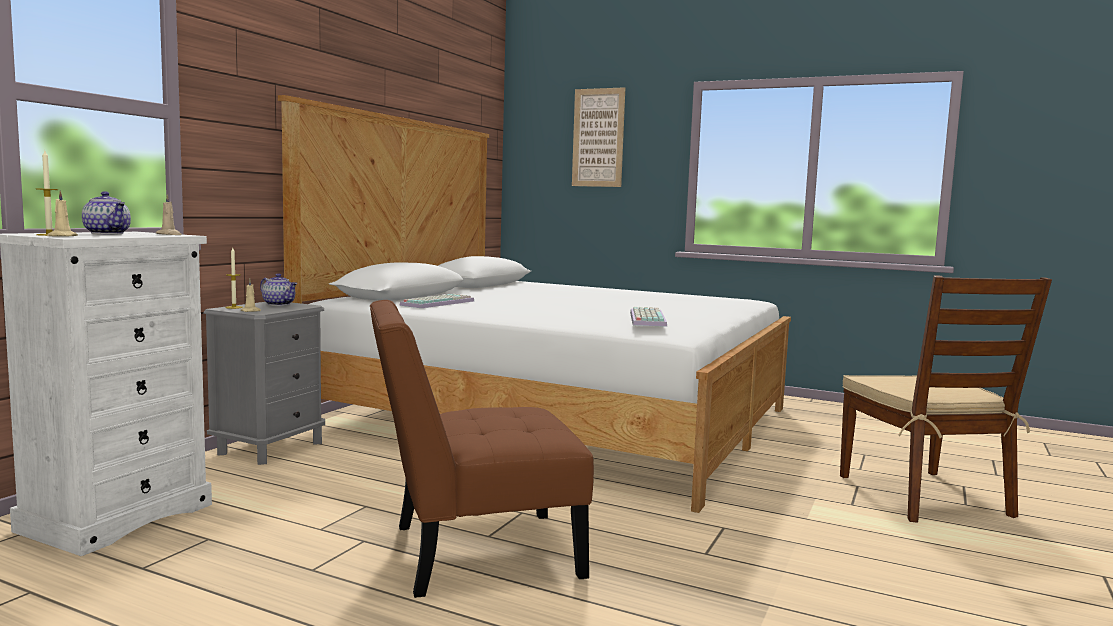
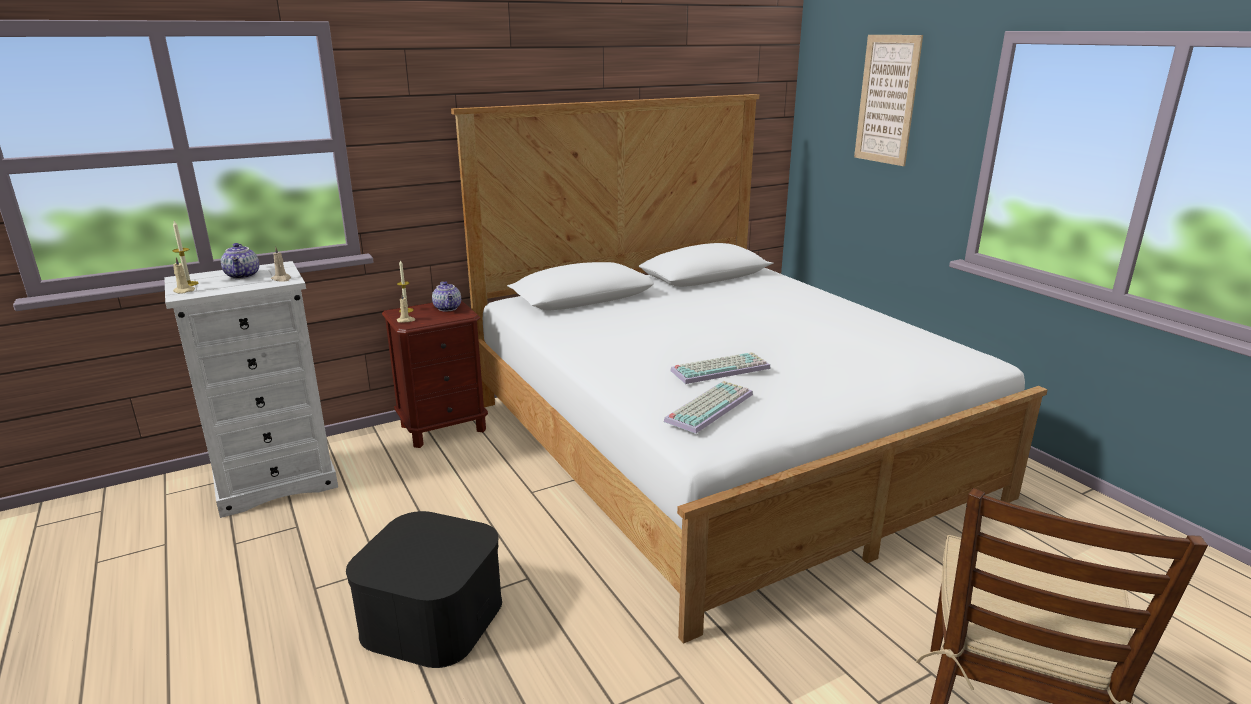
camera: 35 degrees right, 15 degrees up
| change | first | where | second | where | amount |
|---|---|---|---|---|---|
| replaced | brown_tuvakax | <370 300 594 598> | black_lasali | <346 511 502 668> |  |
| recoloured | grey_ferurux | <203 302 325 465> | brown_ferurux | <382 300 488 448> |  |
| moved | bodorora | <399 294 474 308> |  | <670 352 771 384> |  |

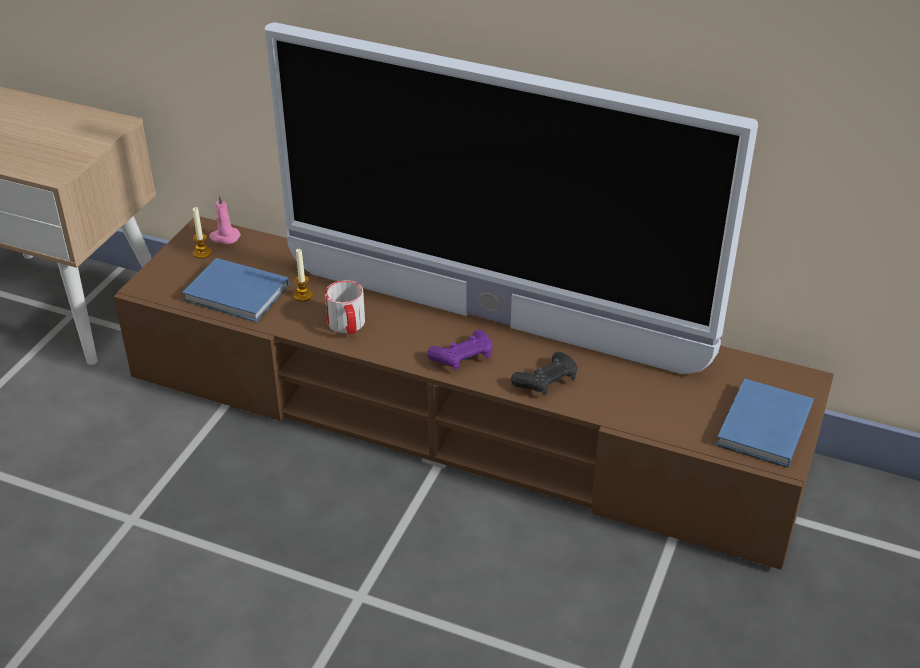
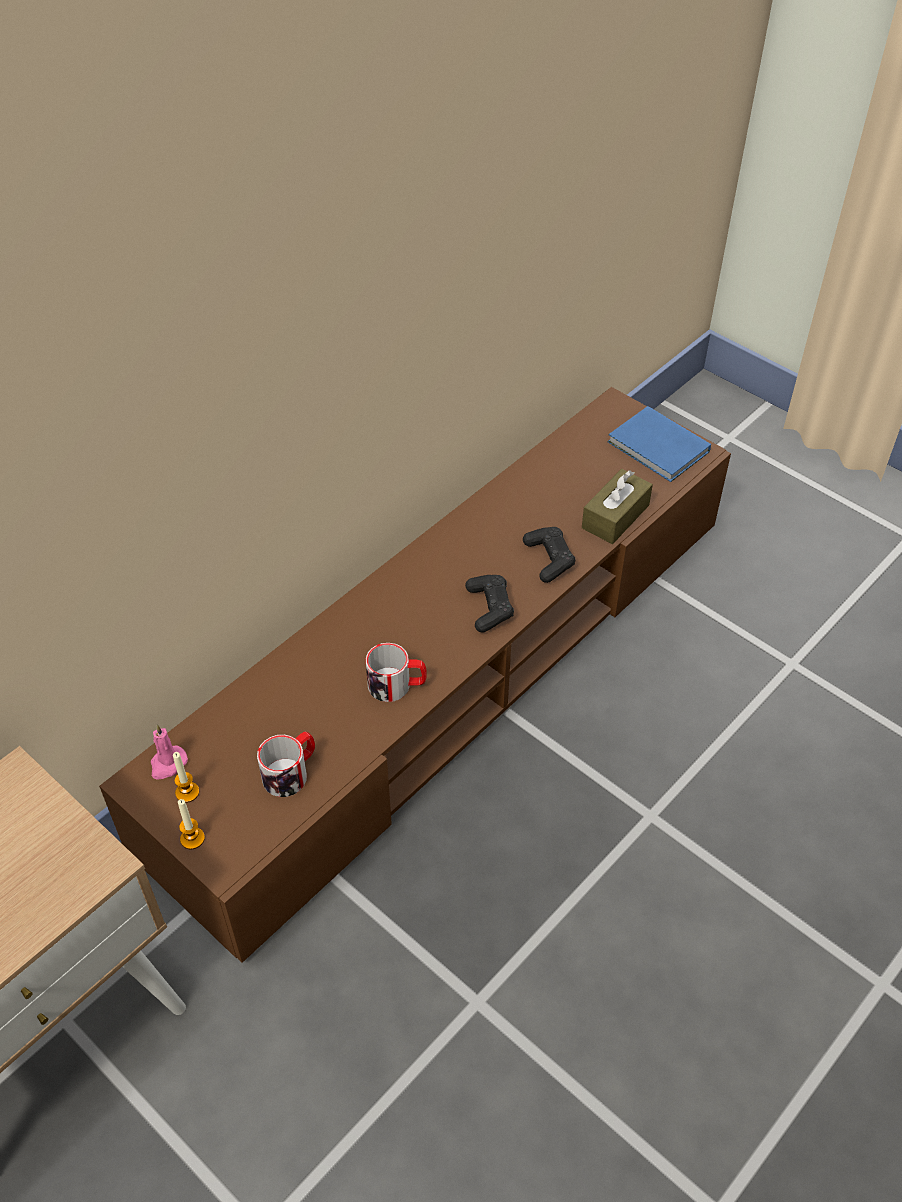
camera: 70 degrees left, 10 degrees up
| change | first | where | second | where | amount |
|---|---|---|---|---|---|
| moved | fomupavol | <293 249 313 301> |  | <178 799 205 850> |  |
| replaced | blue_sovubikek | <182 258 289 322> | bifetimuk | <257 731 315 797> |  |
| recoloured | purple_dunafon | <427 330 493 370> | black_dunafon | <465 575 514 633> |  |
| added |  |  | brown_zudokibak | <582 469 653 544> |  |
| removed | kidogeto | <265 22 758 374> |  |  |  |

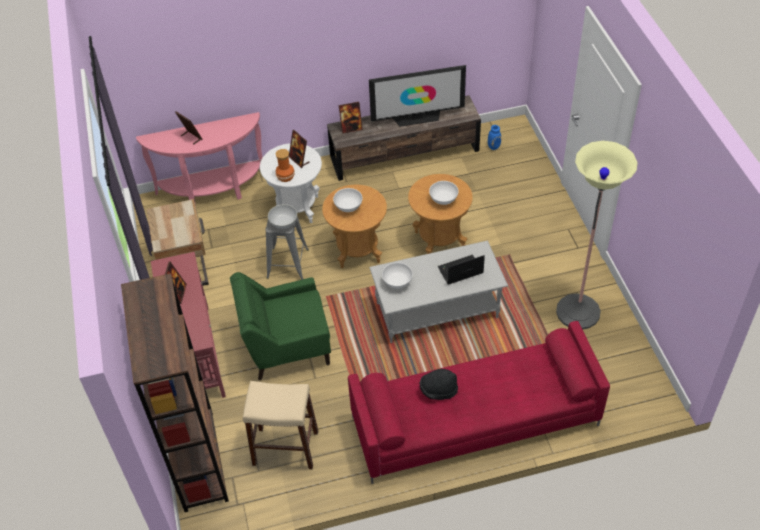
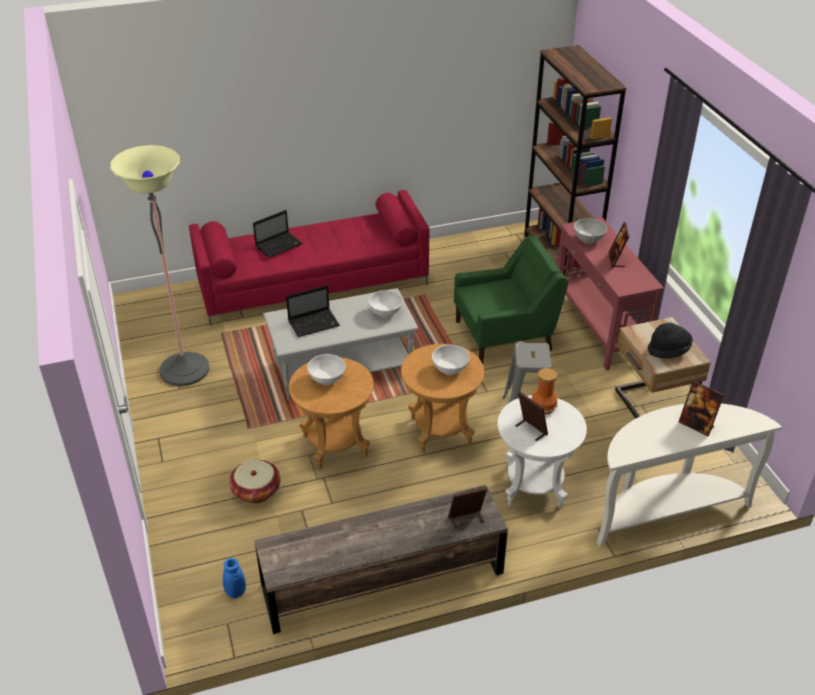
camera: 175 degrees right, 10 degrees down
| change | first | where | second | where | amount |
|---|---|---|---|---|---|
| added |  |  | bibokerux | <229 460 281 503> |  |
| added |  |  | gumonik | <253 210 303 258> |  |
| moved | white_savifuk | <268 204 297 229> |  | <574 218 607 244> |  |
| recoloured | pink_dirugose | <136 112 263 206> | white_dirugose | <597 403 782 547> |  |
| moved | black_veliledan | <420 369 458 400> |  | <648 322 693 359> |  |
| removed | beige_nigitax | <243 381 318 469> |  |  |  |
| removed | kidogeto | <369 65 466 127> |  |  |  |

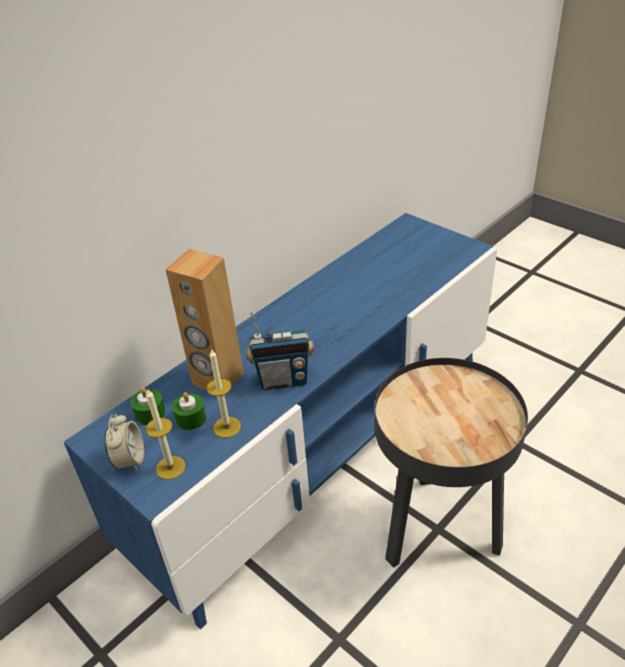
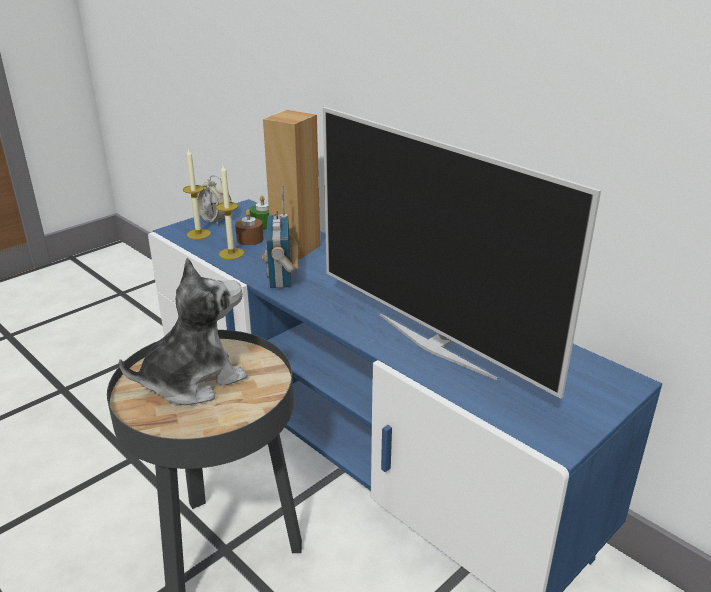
camera: 90 degrees right, 10 degrees down
| change | first | where | second | where | amount |
|---|---|---|---|---|---|
| added |  |  | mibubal | <119 257 248 405> |  |
| turned | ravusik | <105 414 144 471> |  | <197 175 232 225> | 45 degrees clockwise |
| recoloured | green_fomupavol | <172 392 207 430> | brown_fomupavol | <235 209 264 245> |  |
| added |  |  | kidogeto | <323 107 601 399> |  |

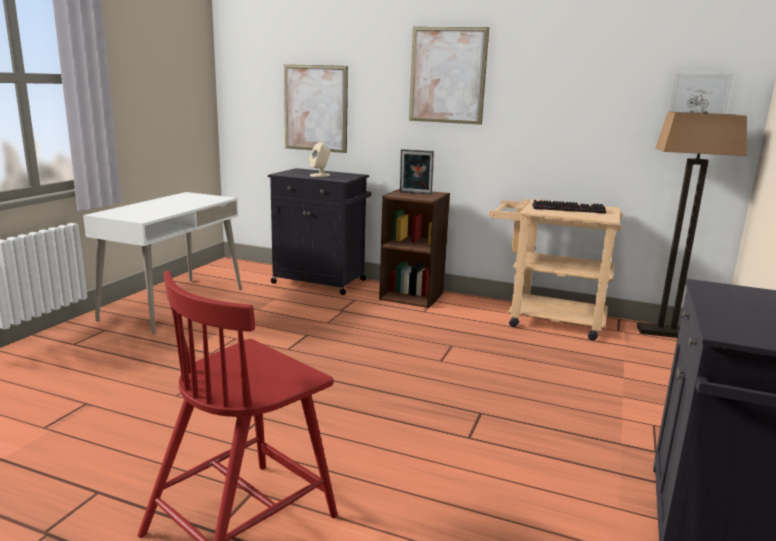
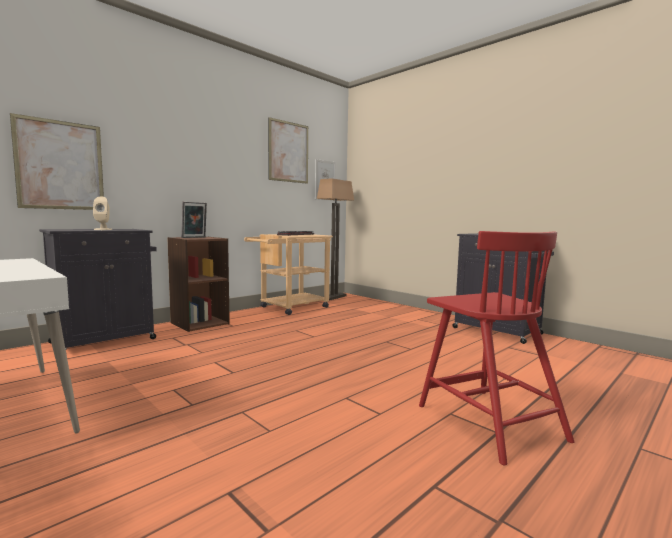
camera: 65 degrees left, 10 degrees down
| change | first | where | second | where | amount |
|---|---|---|---|---|---|
| moved | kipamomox | <409 27 489 125> |  | <268 117 308 184> |  |

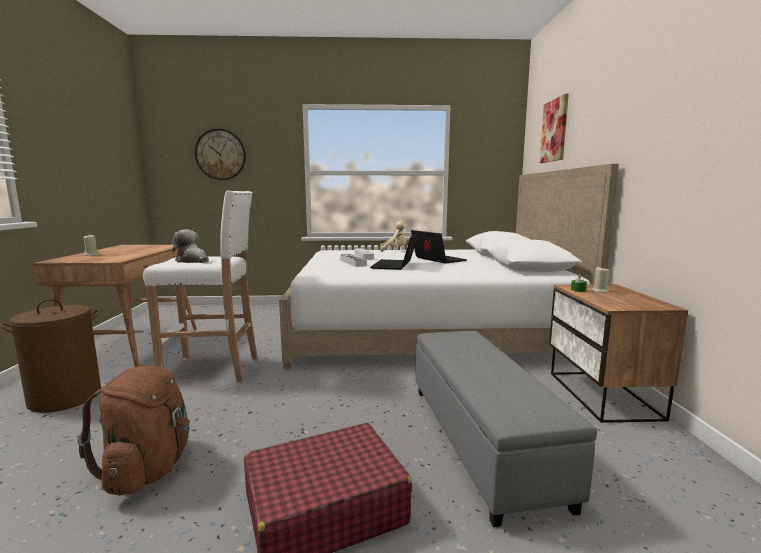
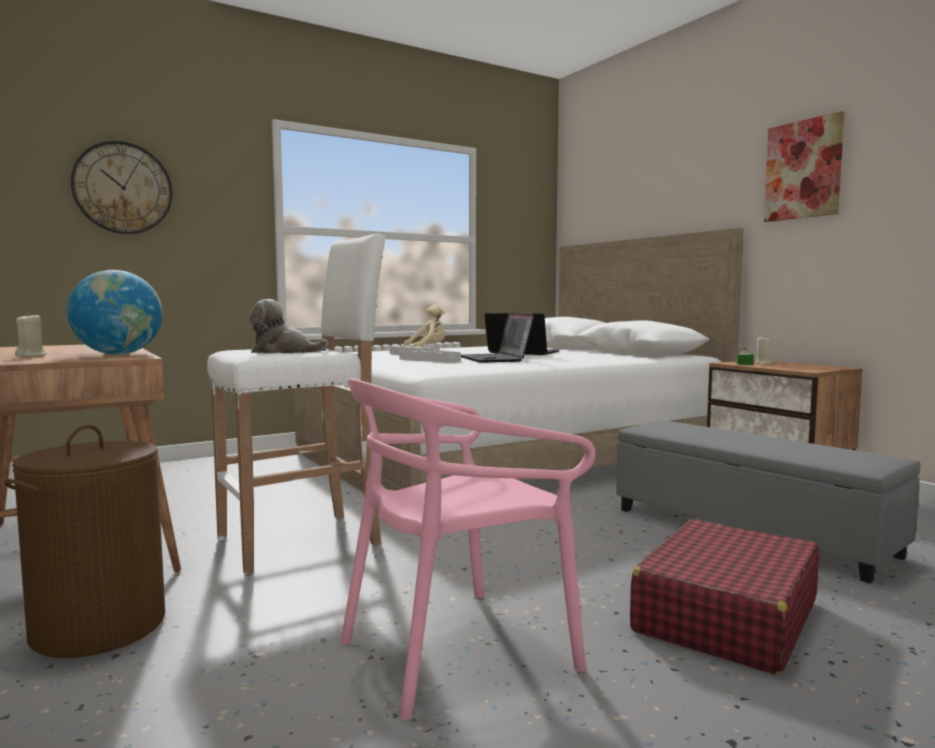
camera: 30 degrees left, 5 degrees down
| change | first | where | second | where | amount |
|---|---|---|---|---|---|
| added |  |  | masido | <67 270 163 355> |  |
| replaced | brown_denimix | <78 366 190 496> | pink_tuvakax | <340 378 596 720> |  |
| moved | kipamomox | <540 94 569 163> |  | <764 111 845 222> |  |

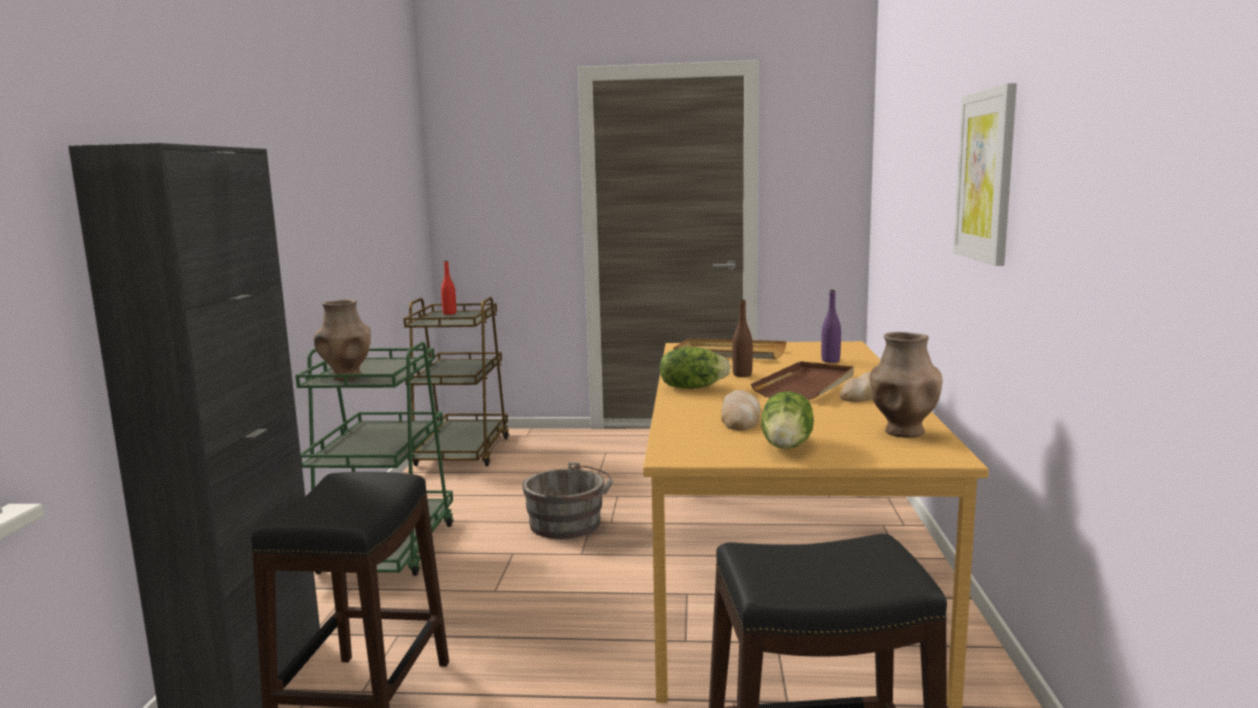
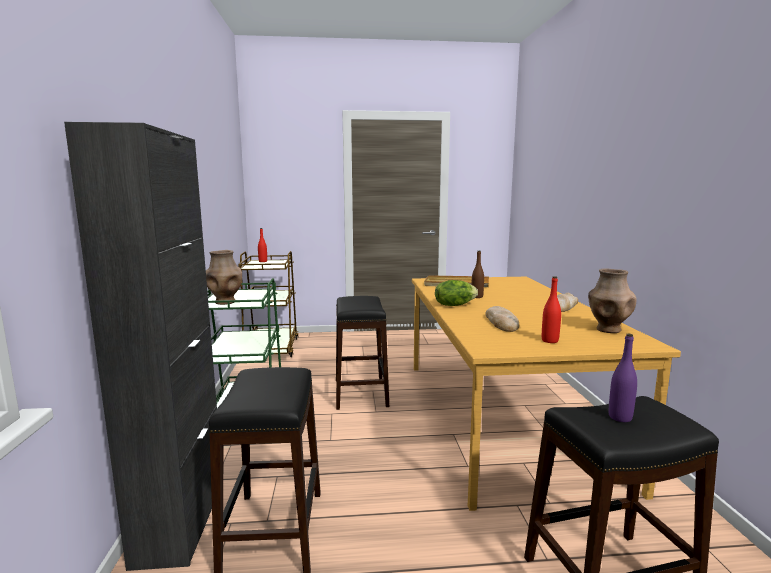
camera: 10 degrees left, 0 degrees up
| change | first | where | second | where | amount |
|---|---|---|---|---|---|
| replaced | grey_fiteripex | <522 462 613 539> | black_nigitax | <336 296 389 410> |  |
| replaced | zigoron | <761 391 814 449> | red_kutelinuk | <542 276 561 343> |  |
| moved | purple_kutelinuk | <821 290 841 363> |  | <609 334 637 422> |  |
| removed | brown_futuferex | <751 361 854 400> |  |  |  |
| removed | kipamomox | <953 83 1017 266> |  |  |  |

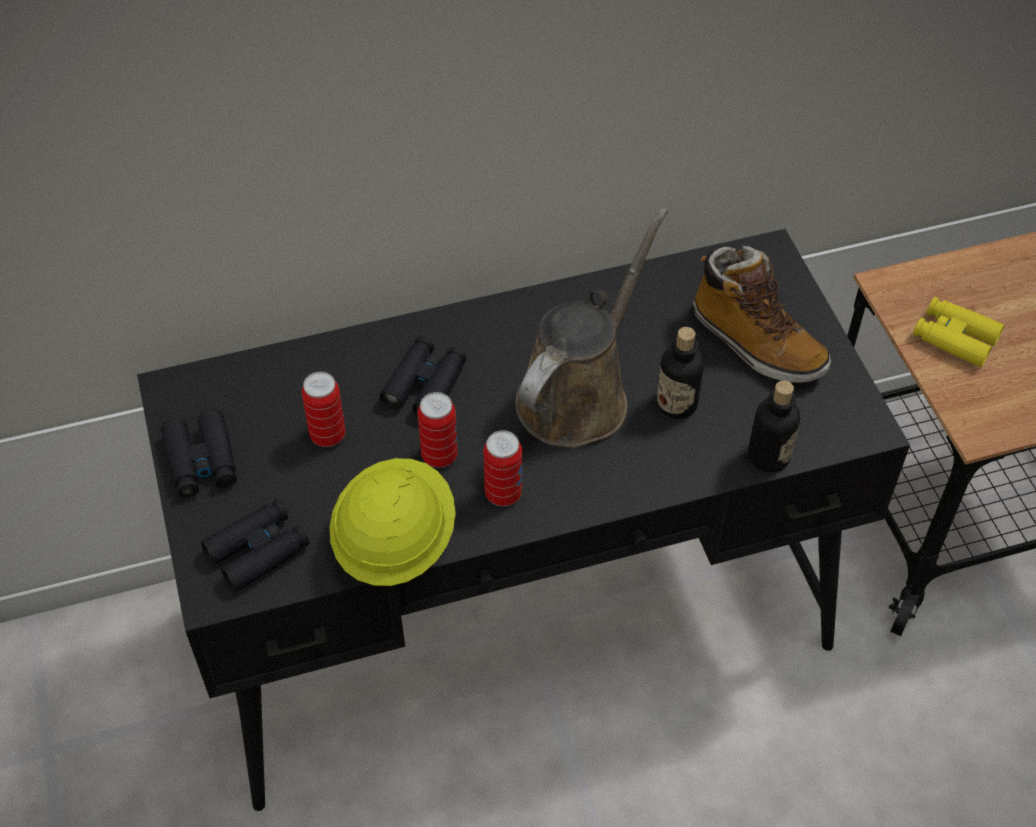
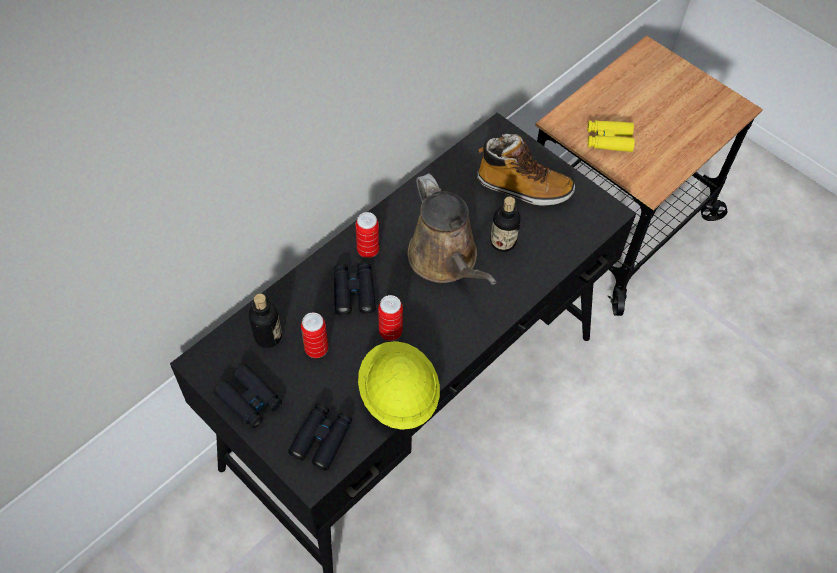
camera: 30 degrees left, 5 degrees up
| change | first | where | second | where | amount |
|---|---|---|---|---|---|
| moved | kutelinuk | <748 380 801 472> |  | <249 294 282 348> |  |
| moved | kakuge | <483 430 522 506> |  | <355 212 379 258> |  |
| turned | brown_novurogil | <515 208 668 448> |  | <407 173 497 285> | 150 degrees clockwise |

